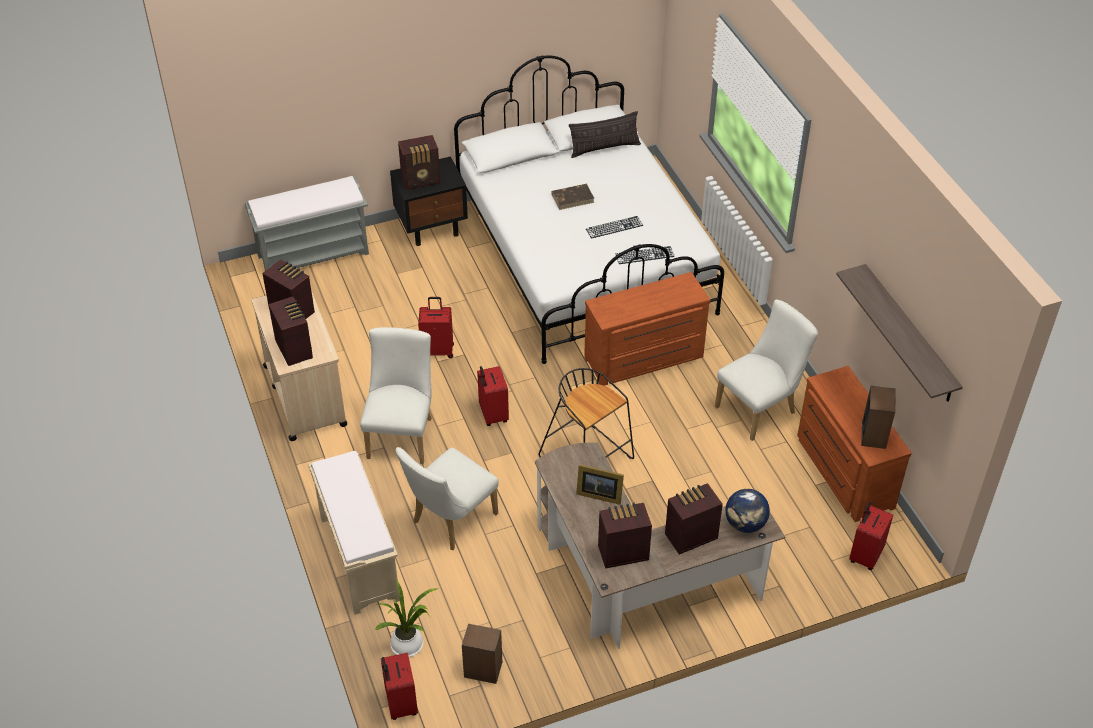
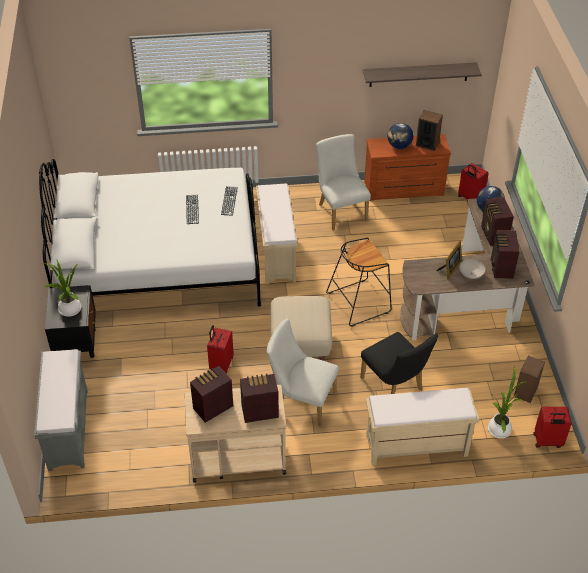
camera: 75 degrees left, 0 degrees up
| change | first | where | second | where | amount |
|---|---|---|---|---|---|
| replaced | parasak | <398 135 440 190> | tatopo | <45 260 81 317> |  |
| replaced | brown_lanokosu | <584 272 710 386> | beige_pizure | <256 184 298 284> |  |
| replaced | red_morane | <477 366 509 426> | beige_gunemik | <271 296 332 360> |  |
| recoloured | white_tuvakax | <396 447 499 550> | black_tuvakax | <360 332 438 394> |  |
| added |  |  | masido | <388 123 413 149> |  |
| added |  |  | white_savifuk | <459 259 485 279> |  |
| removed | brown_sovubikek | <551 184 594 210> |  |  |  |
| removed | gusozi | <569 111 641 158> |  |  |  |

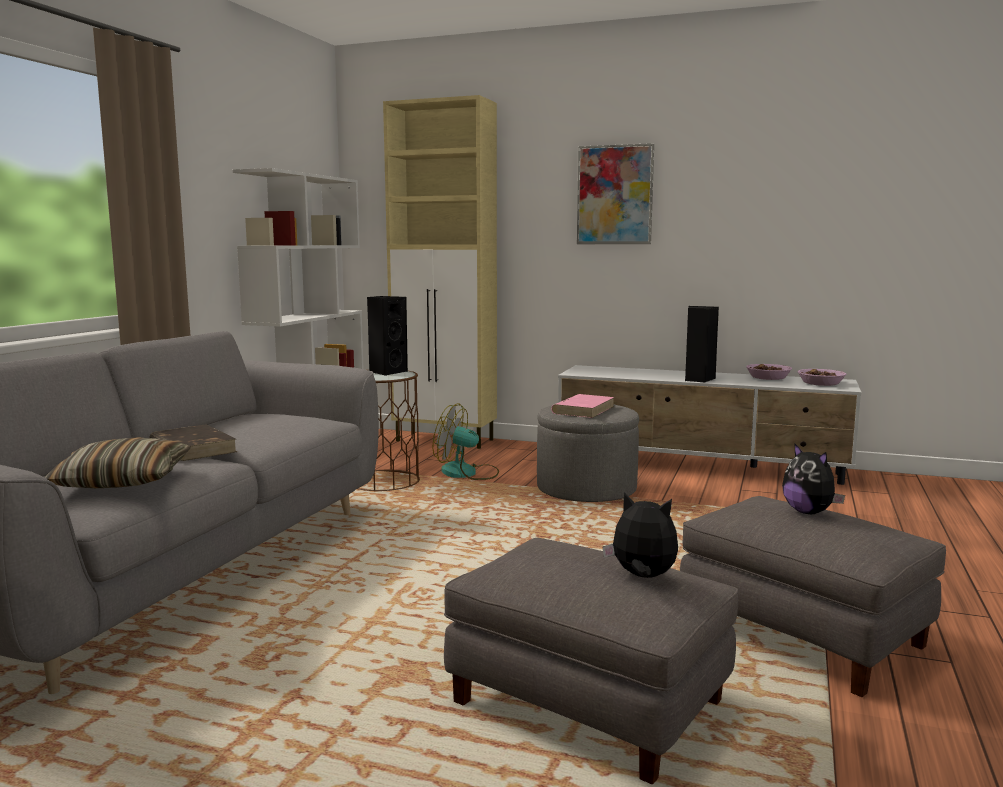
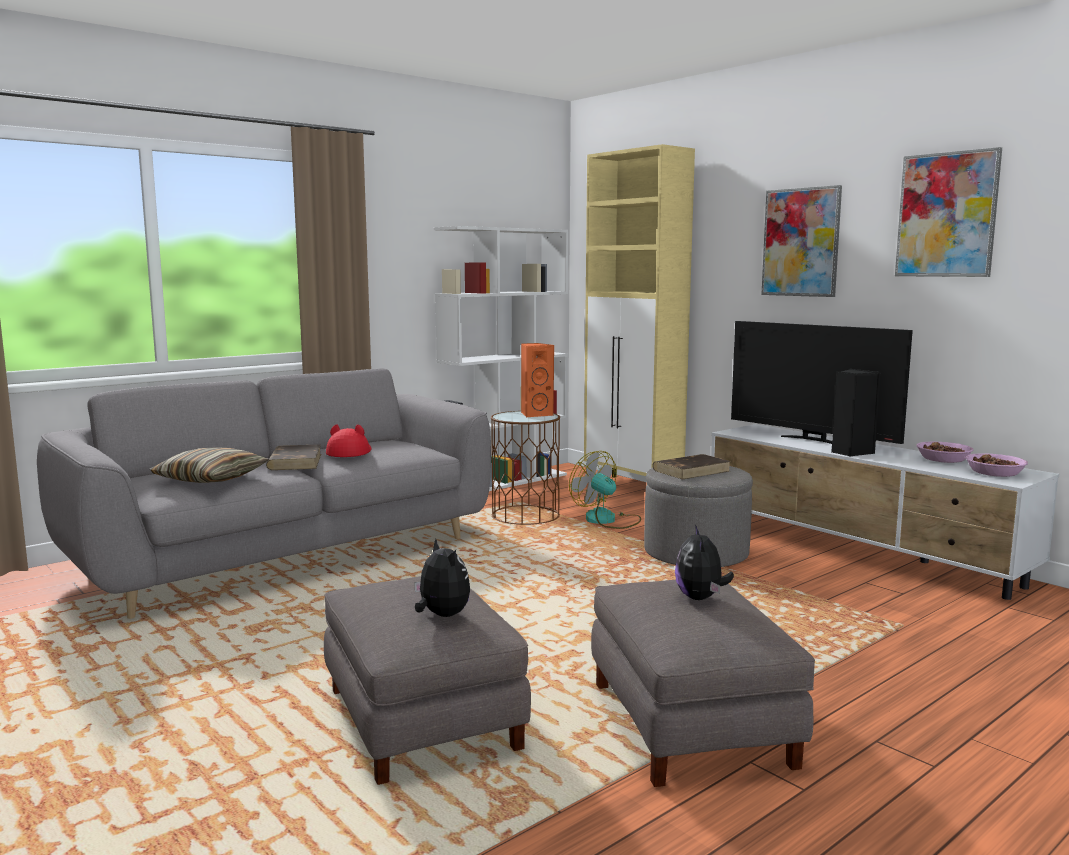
camera: 30 degrees right, 0 degrees up
| change | first | where | second | where | amount |
|---|---|---|---|---|---|
| added |  |  | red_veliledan | <326 424 371 457> |  |
| recoloured | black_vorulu | <367 296 408 376> | orange_vorulu | <521 343 554 417> |  |
| recoloured | pink_sovubikek | <551 394 615 418> | brown_sovubikek | <652 454 731 479> |  |
| added |  |  | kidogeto | <731 321 913 444> |  |
| added |  |  | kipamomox | <895 147 1002 277> |  |

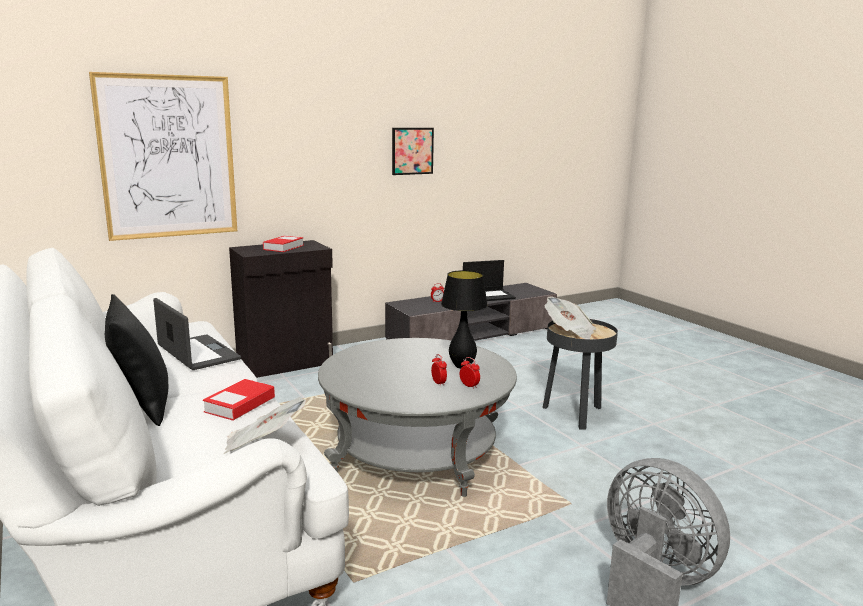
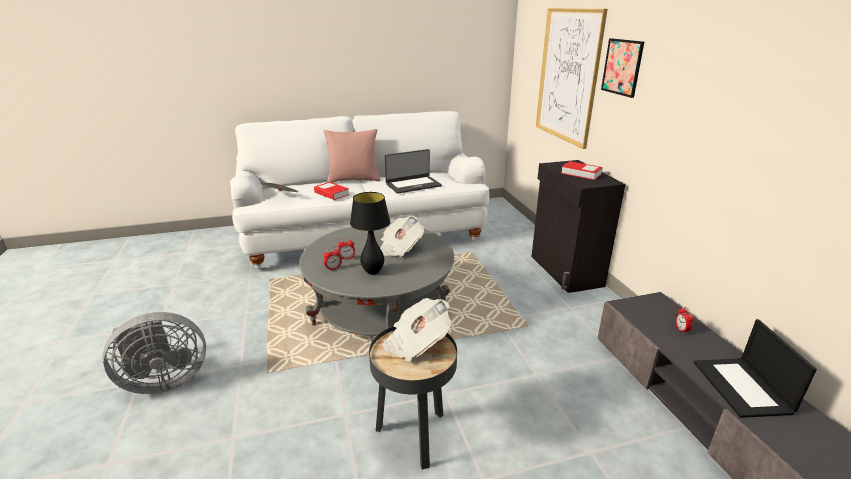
camera: 105 degrees right, 10 degrees up
| change | first | where | second | where | amount |
|---|---|---|---|---|---|
| recoloured | black_gusozi | <105 294 168 426> | pink_gusozi | <324 129 380 183> |  |
| added |  |  | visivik | <380 216 424 257> |  |
| moved | kipamomox | <392 128 434 175> |  | <601 38 644 98> |  |

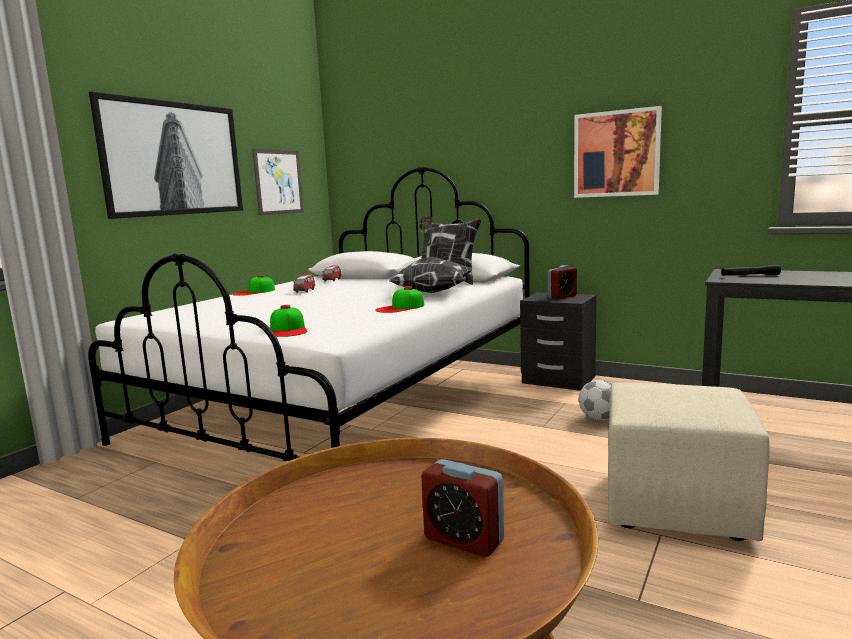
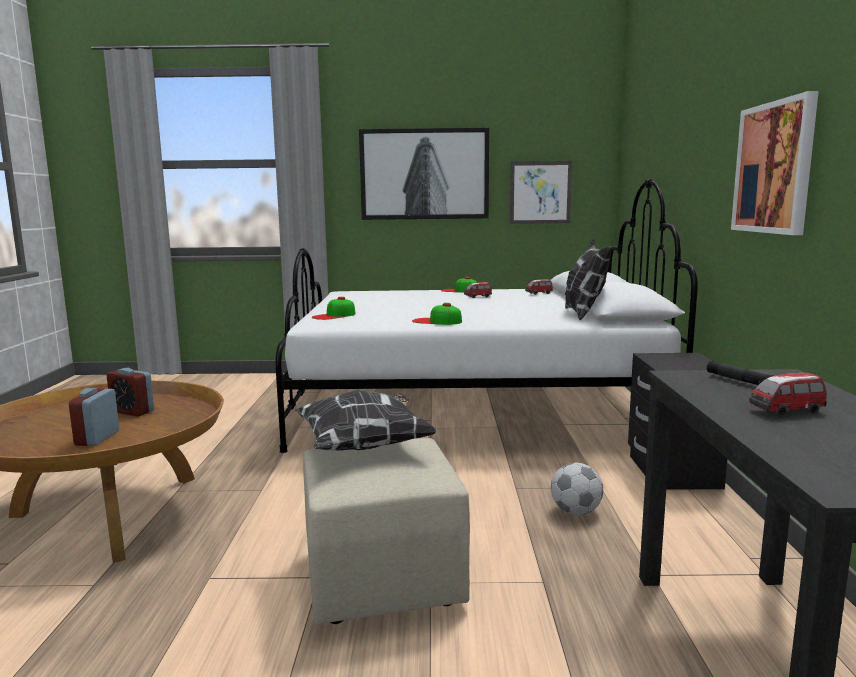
camera: 60 degrees right, 0 degrees up
| change | first | where | second | where | amount |
|---|---|---|---|---|---|
| moved | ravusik | <548 265 577 299> |  | <107 368 154 417> |  |
| moved | gusozi | <390 257 472 293> |  | <294 390 437 450> |  |
| added |  |  | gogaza | <749 373 827 417> |  |

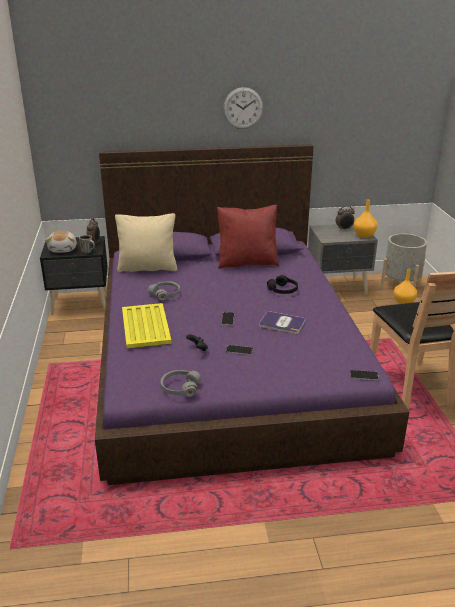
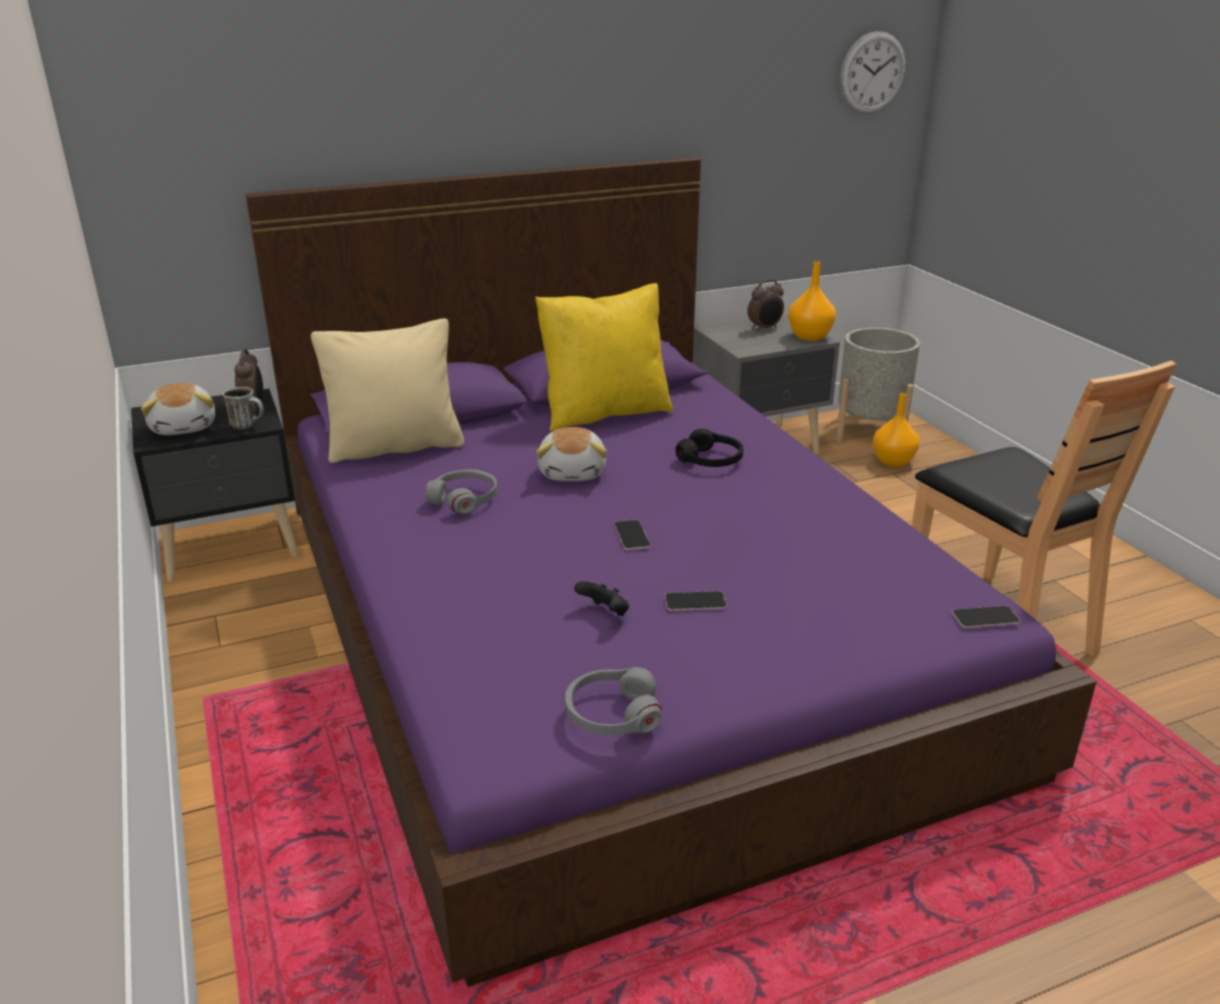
camera: 15 degrees left, 0 degrees up
| change | first | where | second | where | amount |
|---|---|---|---|---|---|
| recoloured | red_gusozi | <217 205 279 269> | yellow_gusozi | <535 283 674 431> |  |
| added |  |  | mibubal | <536 427 607 481> |  |
| moved | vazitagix | <223 87 263 129> |  | <840 31 906 114> |  |
| removed | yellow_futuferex | <122 303 171 348> |  |  |  |
| removed | sovubikek | <259 311 306 334> |  |  |  |

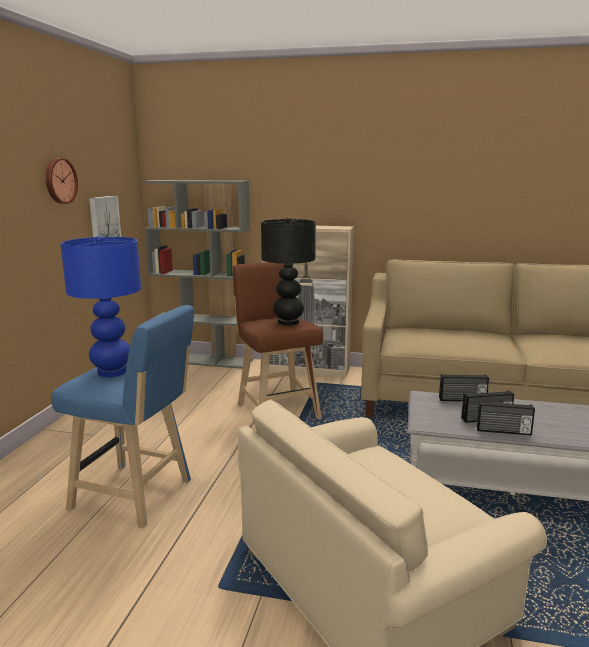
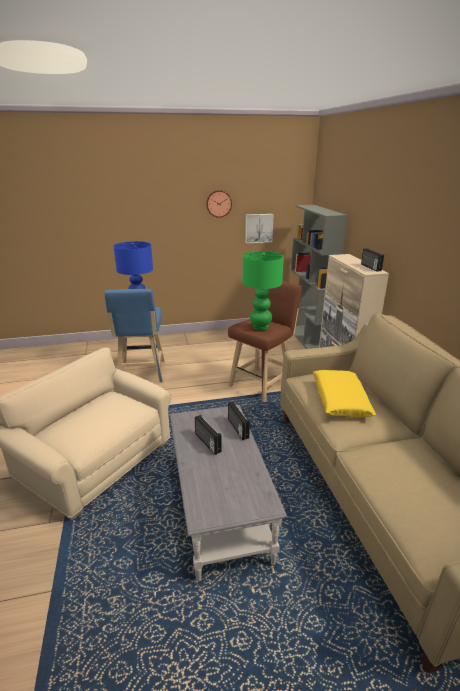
camera: 65 degrees right, 10 degrees up
| change | first | where | second | where | amount |
|---|---|---|---|---|---|
| recoloured | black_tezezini | <261 217 316 325> | green_tezezini | <243 251 284 330> |  |
| added |  |  | yellow_gusozi | <313 370 376 417> |  |
| moved | parasak | <476 401 535 436> |  | <361 249 384 272> |  |

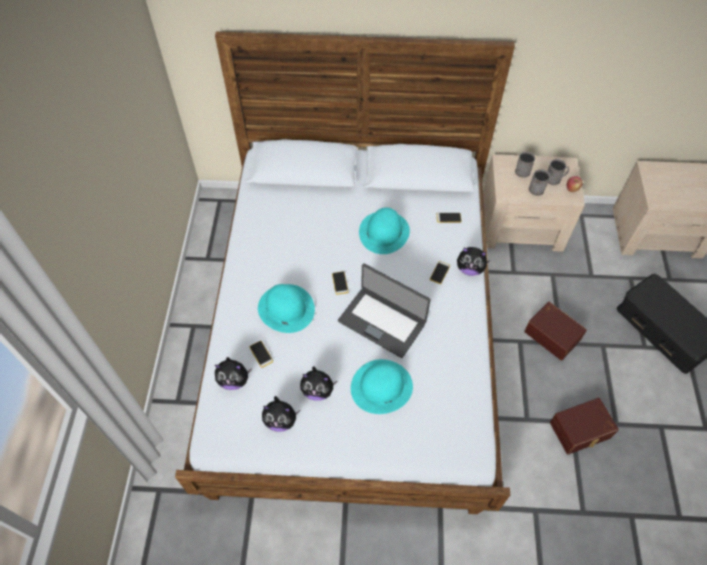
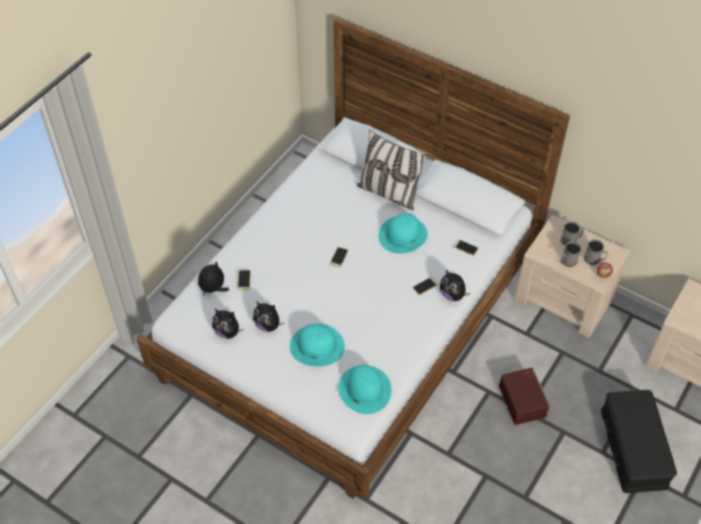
camera: 30 degrees right, 5 degrees down
| change | first | where | second | where | amount |
|---|---|---|---|---|---|
| turned | mibubal | <215 357 252 390> |  | <198 261 229 296> | 105 degrees clockwise |
| moved | turquoise_veliledan | <258 284 315 333> |  | <338 364 391 414> |  |
| added |  |  | gusozi | <357 130 427 210> |  |
| removed | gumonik | <338 263 431 358> |  |  |  |
| removed | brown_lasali | <550 398 619 455> |  |  |  |

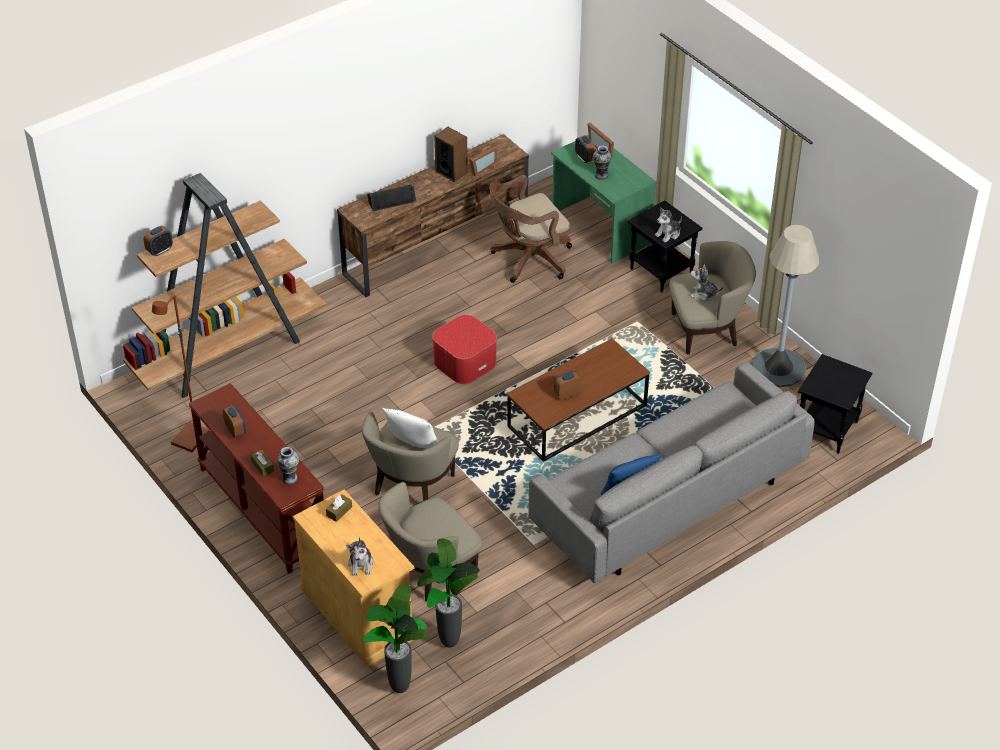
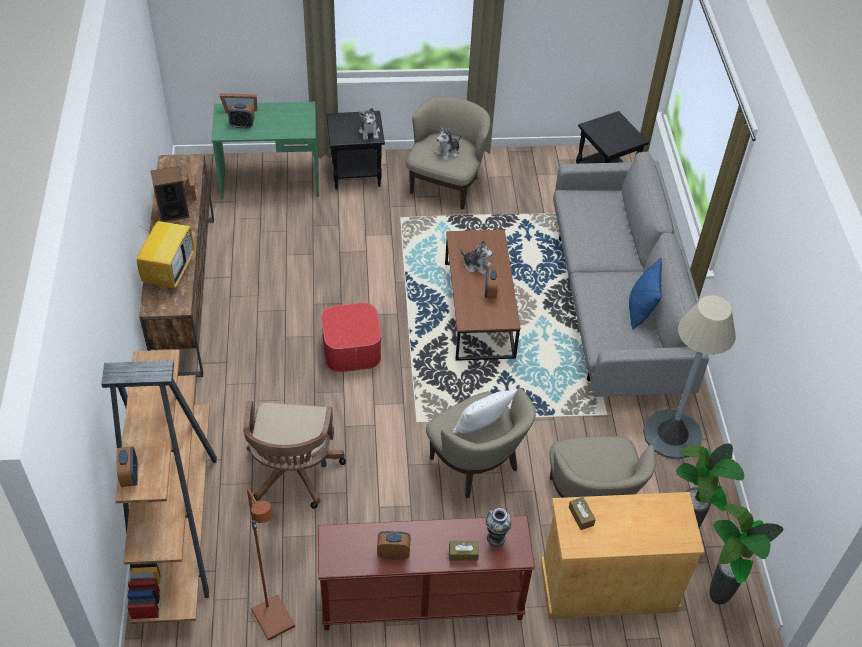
camera: 60 degrees left, 5 degrees up
| change | first | where | second | where | amount |
|---|---|---|---|---|---|
| replaced | black_vorulu | <367 184 417 211> | kidogeto | <137 209 194 289> |  |
| moved | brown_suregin | <489 175 572 283> |  | <243 401 346 509> |  |
| moved | mibubal | <346 537 374 576> |  | <460 240 493 275> |  |
| moved | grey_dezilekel | <752 225 819 387> |  | <643 295 736 459> |  |
| removed | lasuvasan | <593 146 612 180> |  |  |  |

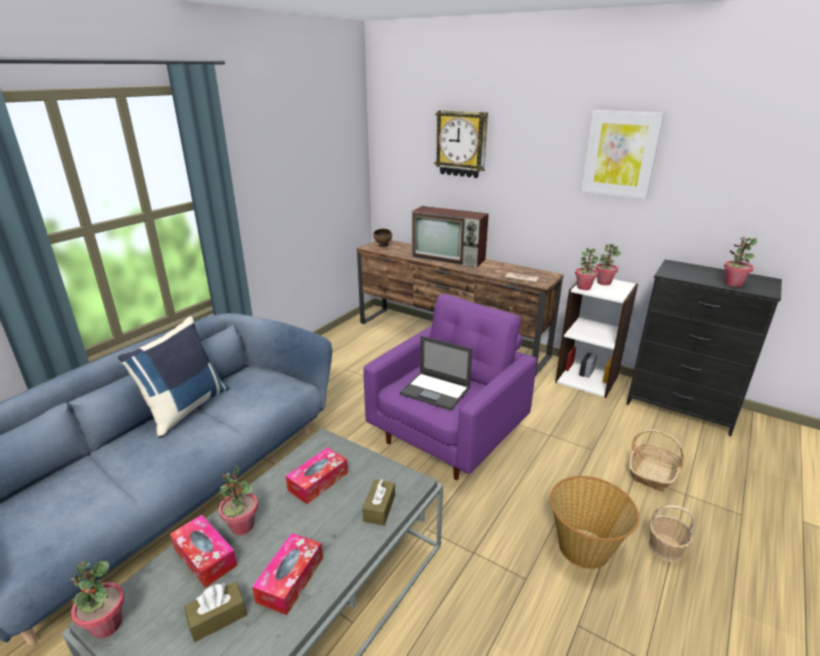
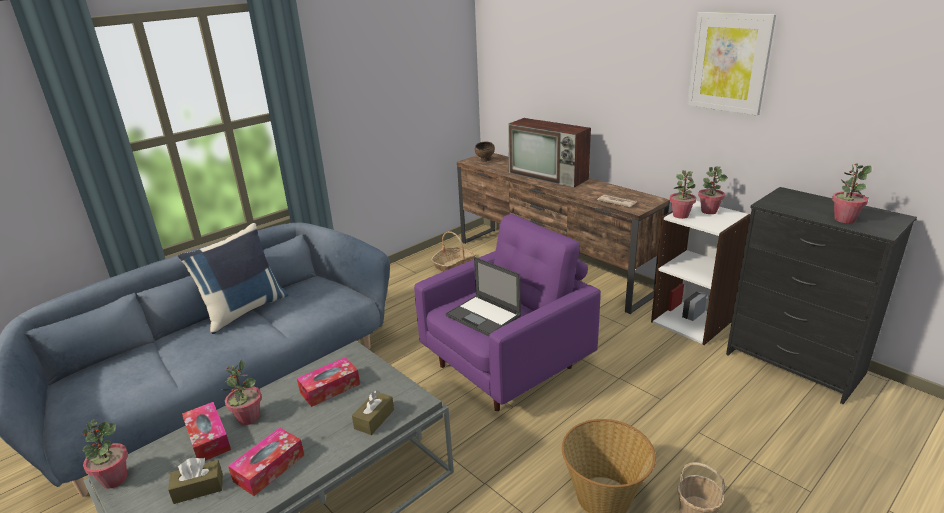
camera: 15 degrees right, 0 degrees up
| change | first | where | second | where | amount |
|---|---|---|---|---|---|
| moved | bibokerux | <629 429 684 492> |  | <431 231 476 272> |  |
| removed | vazitagix | <435 110 488 178> |  |  |  |

